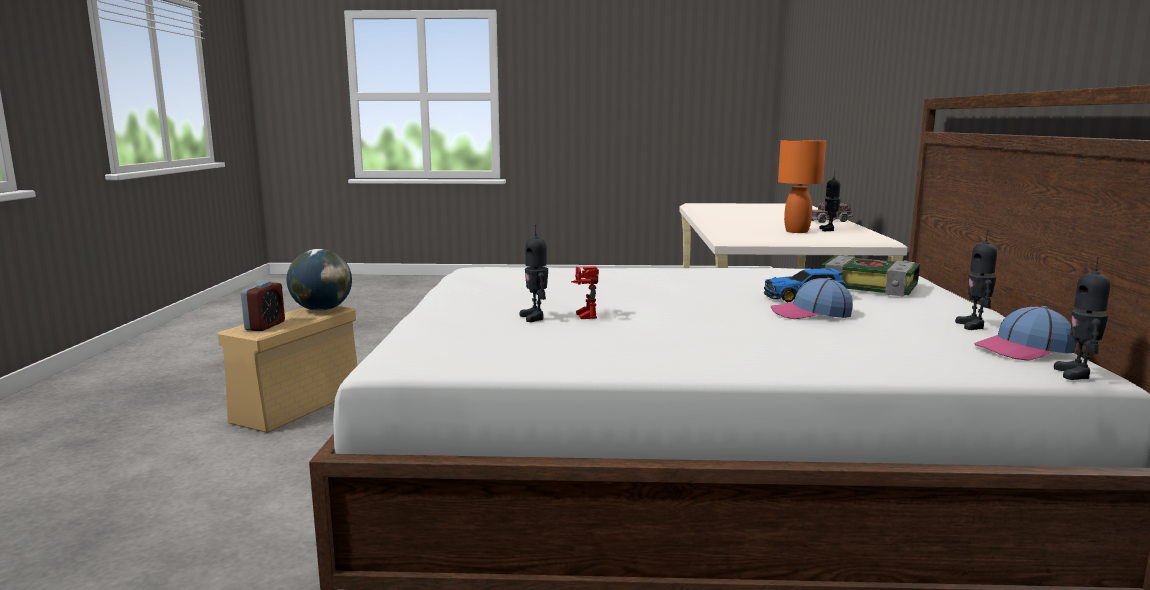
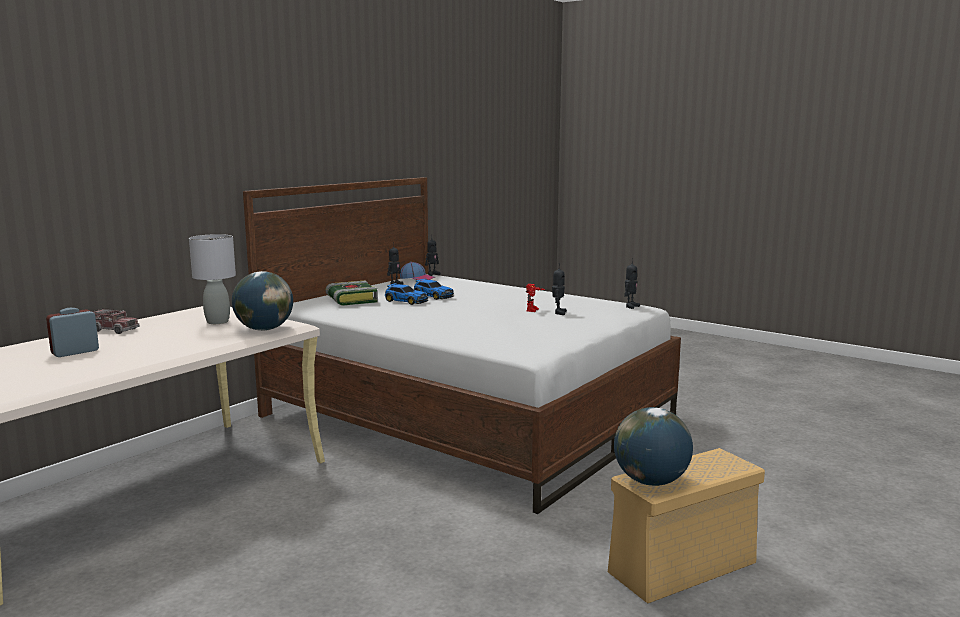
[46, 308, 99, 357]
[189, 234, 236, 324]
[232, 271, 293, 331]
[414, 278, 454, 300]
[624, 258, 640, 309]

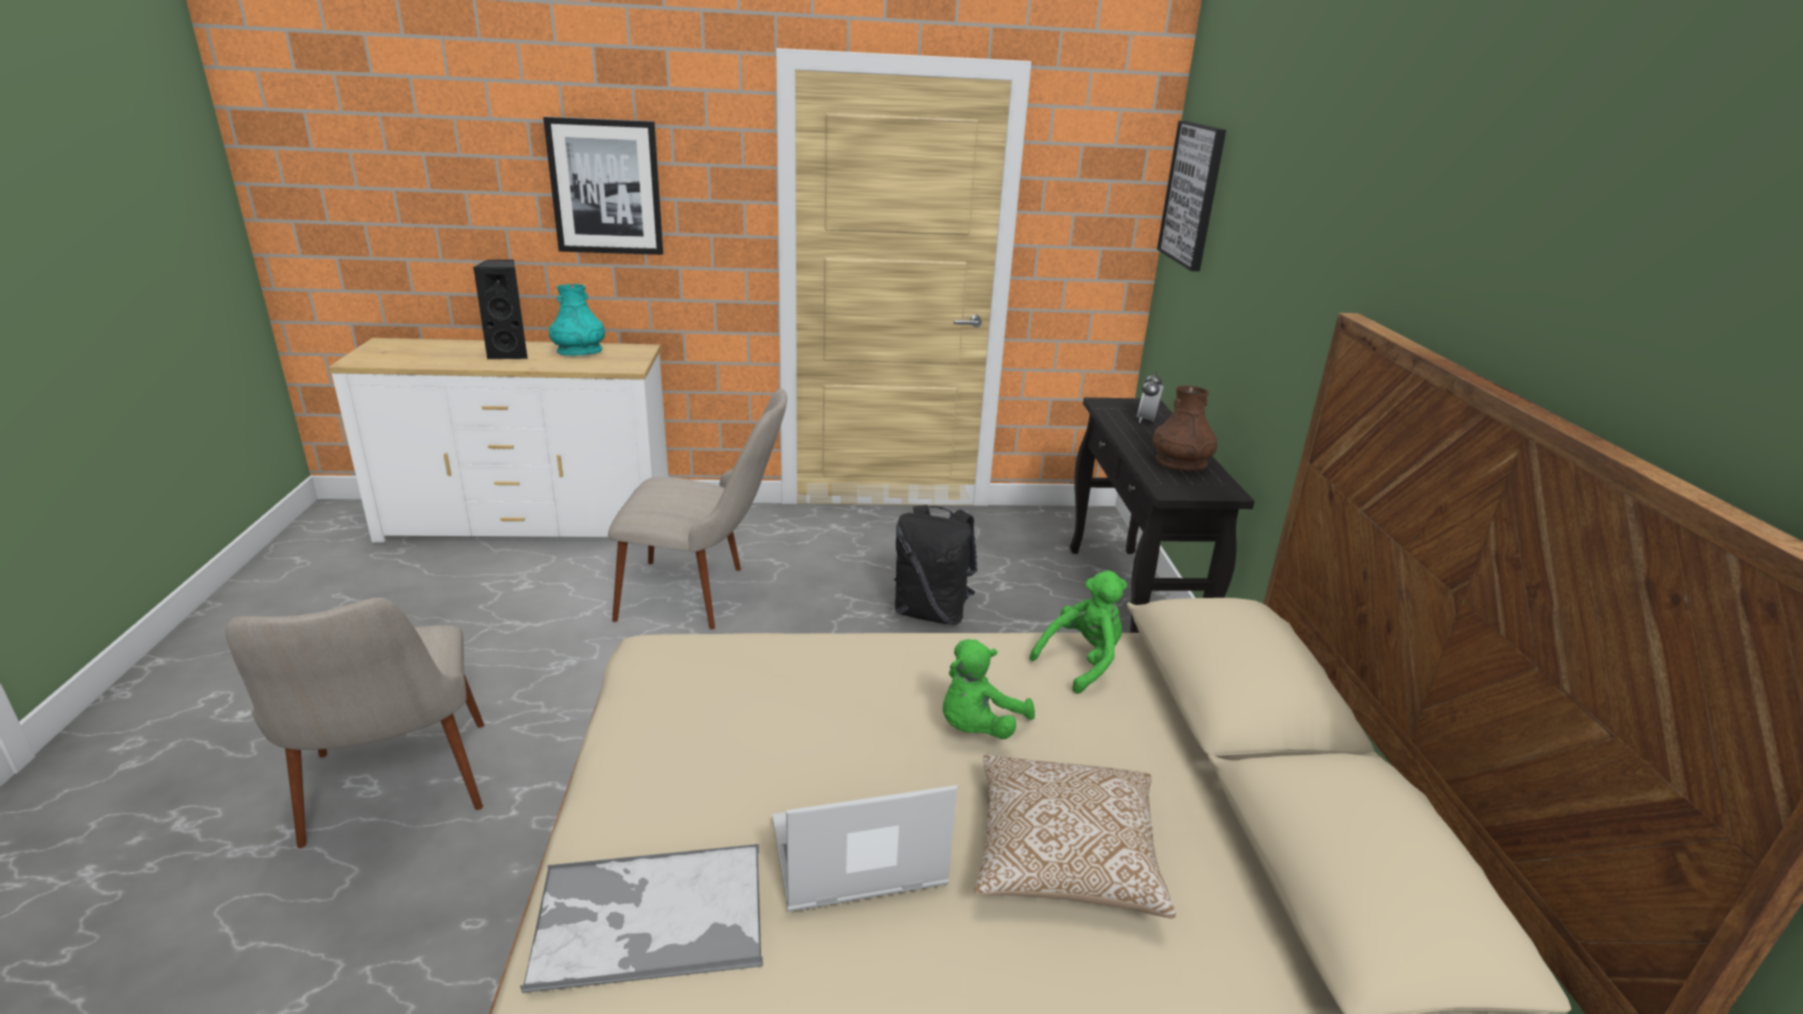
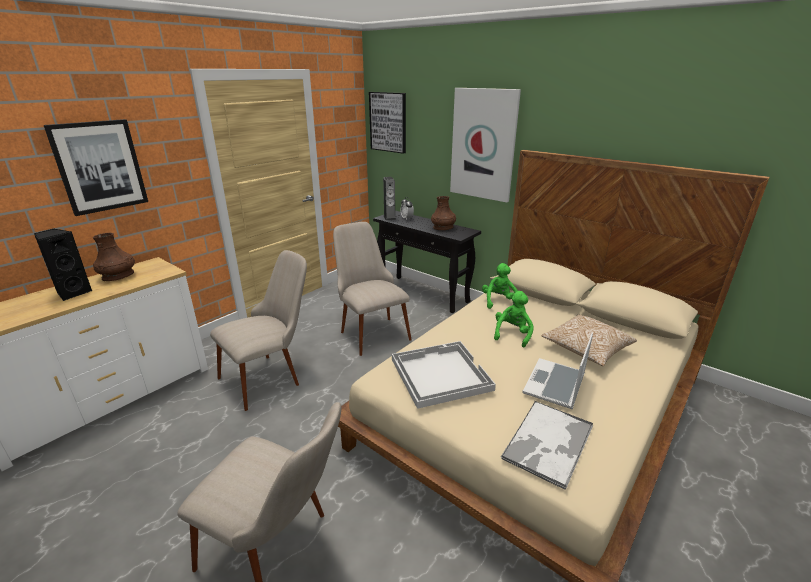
[92, 233, 135, 281]
[333, 222, 412, 356]
[383, 177, 396, 220]
[392, 341, 496, 409]
[450, 88, 521, 202]
[494, 291, 534, 348]

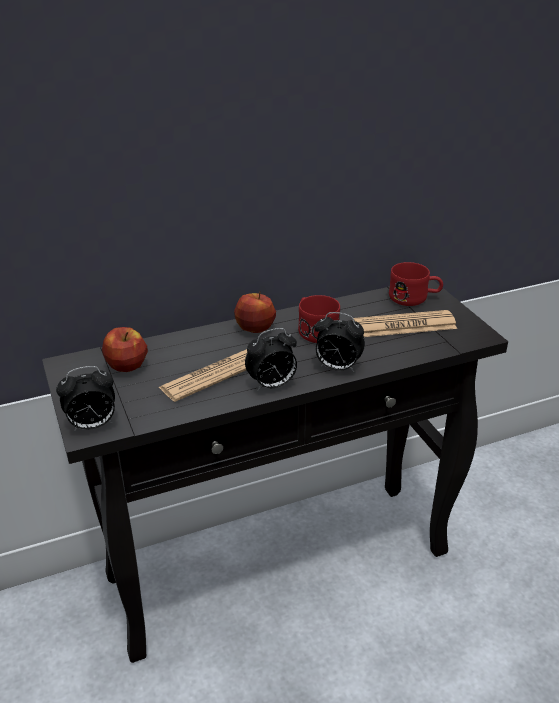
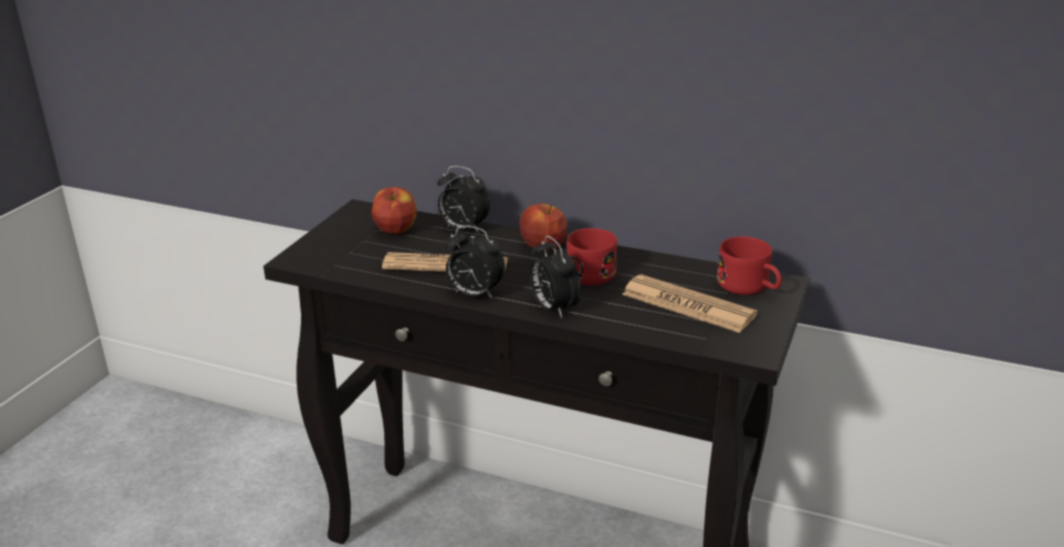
[437, 166, 491, 233]

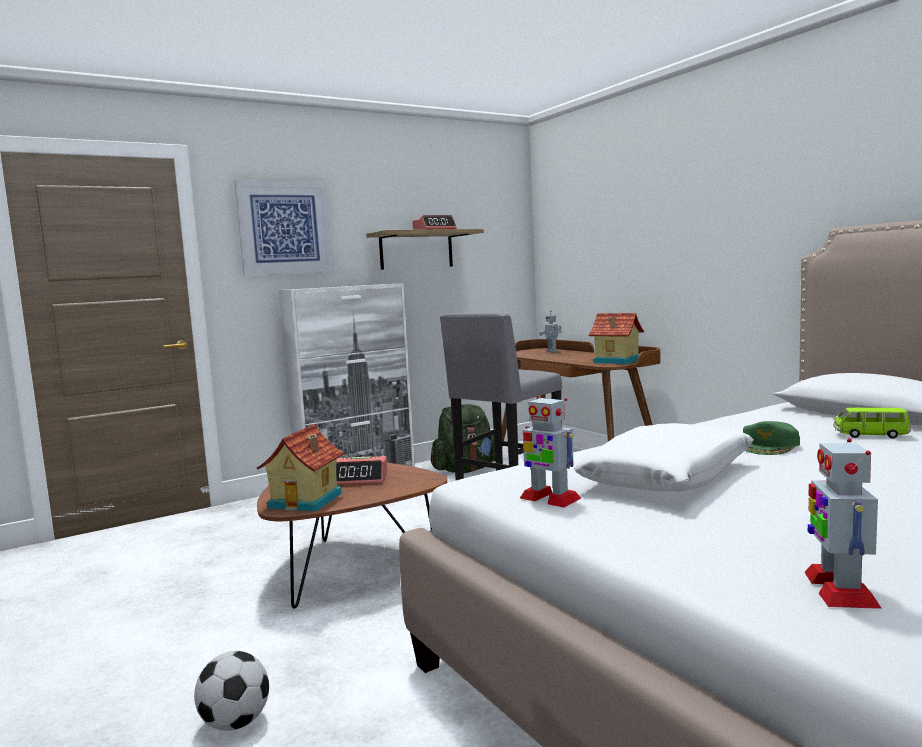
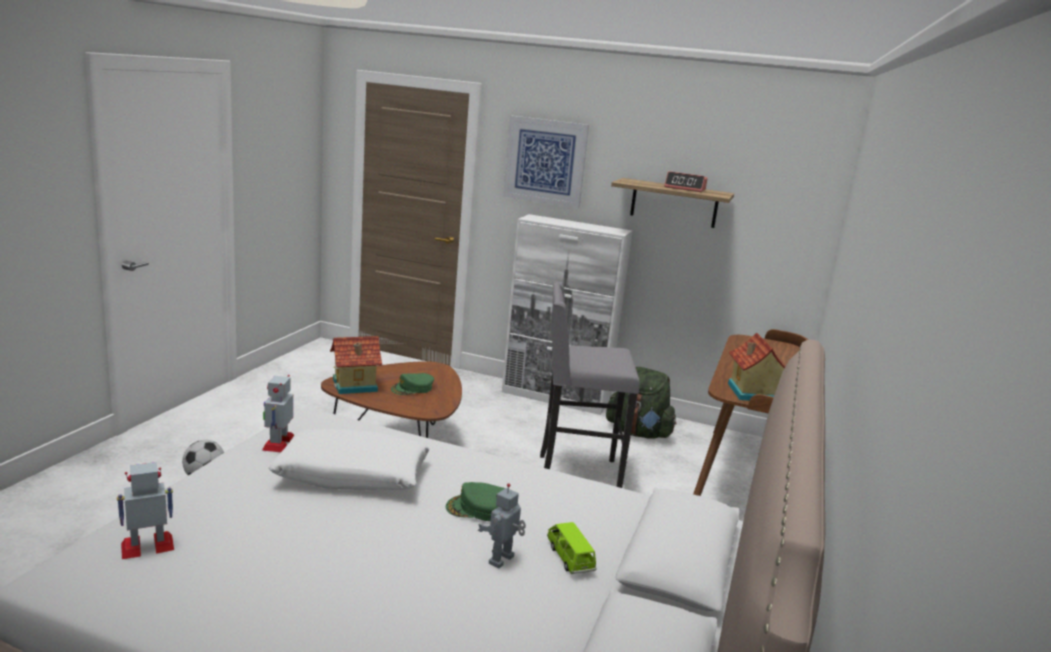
[391, 373, 434, 395]
[478, 483, 526, 568]

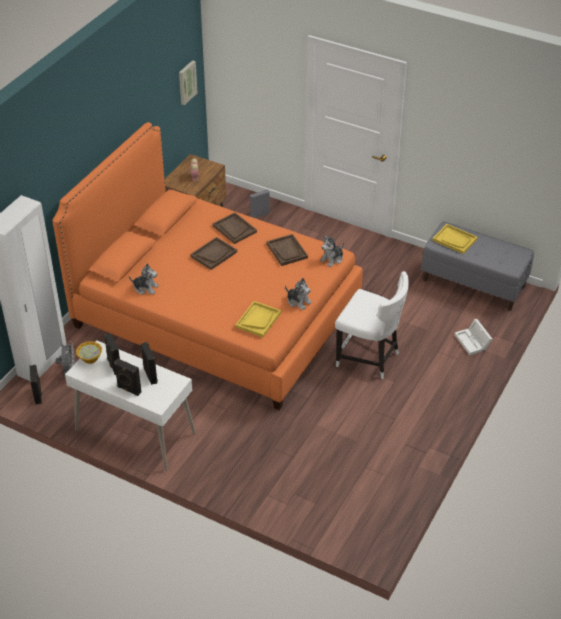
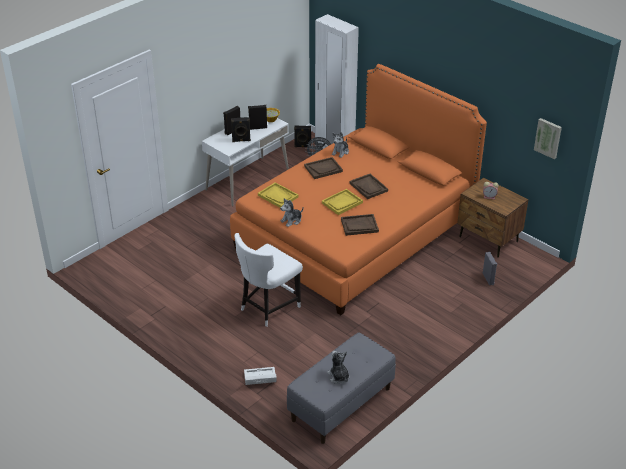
[304, 157, 343, 179]
[322, 189, 363, 215]
[327, 351, 350, 384]

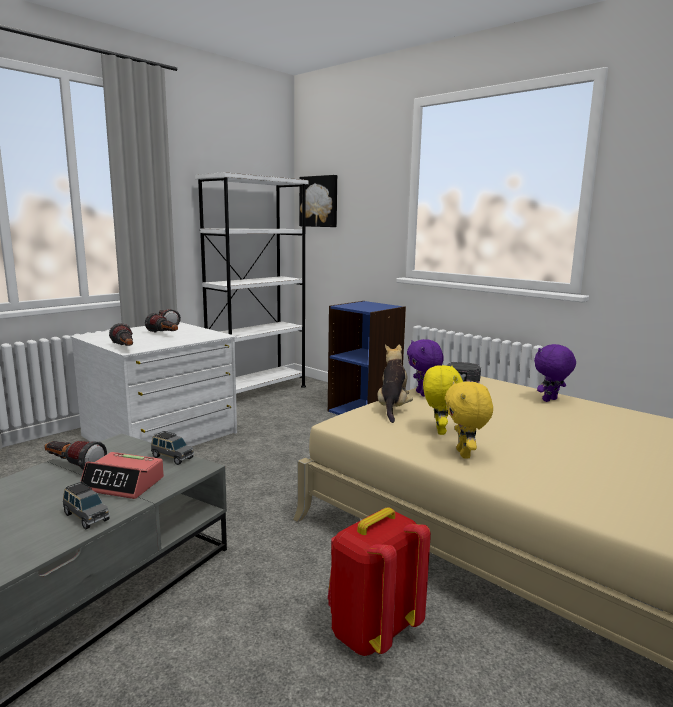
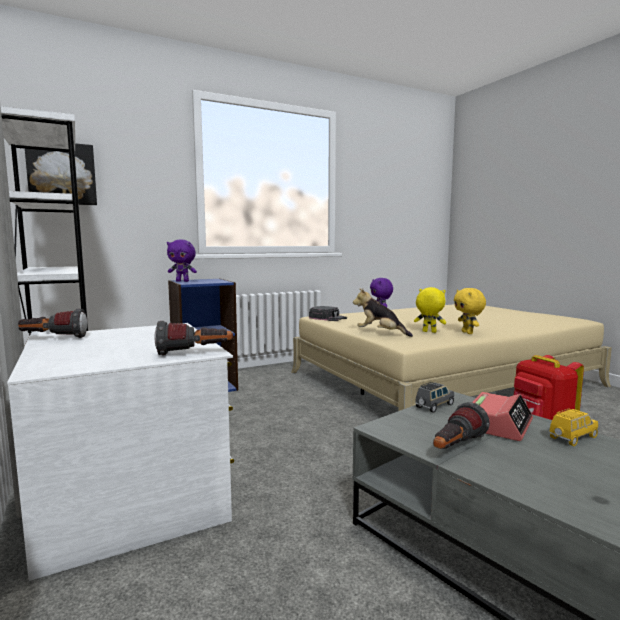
[167, 239, 197, 282]
[454, 288, 486, 334]
[549, 408, 598, 446]
[145, 313, 178, 333] (first image)

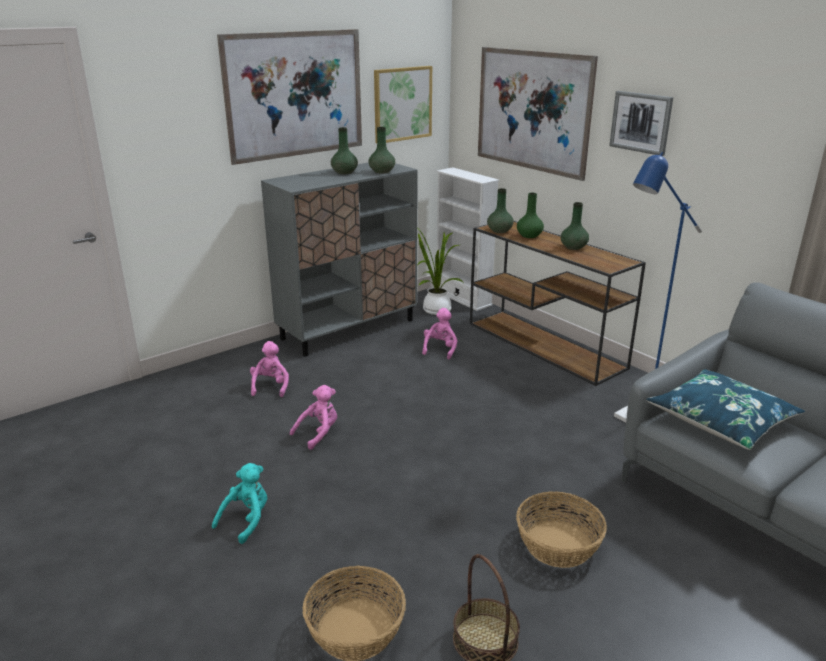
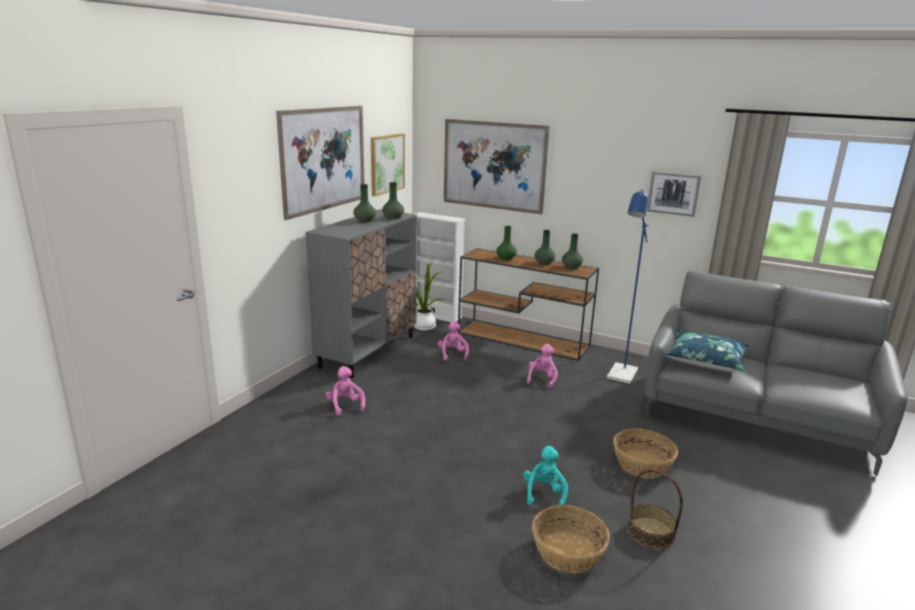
[523, 446, 568, 505]
[527, 344, 558, 389]
[562, 233, 583, 269]
[647, 171, 701, 217]

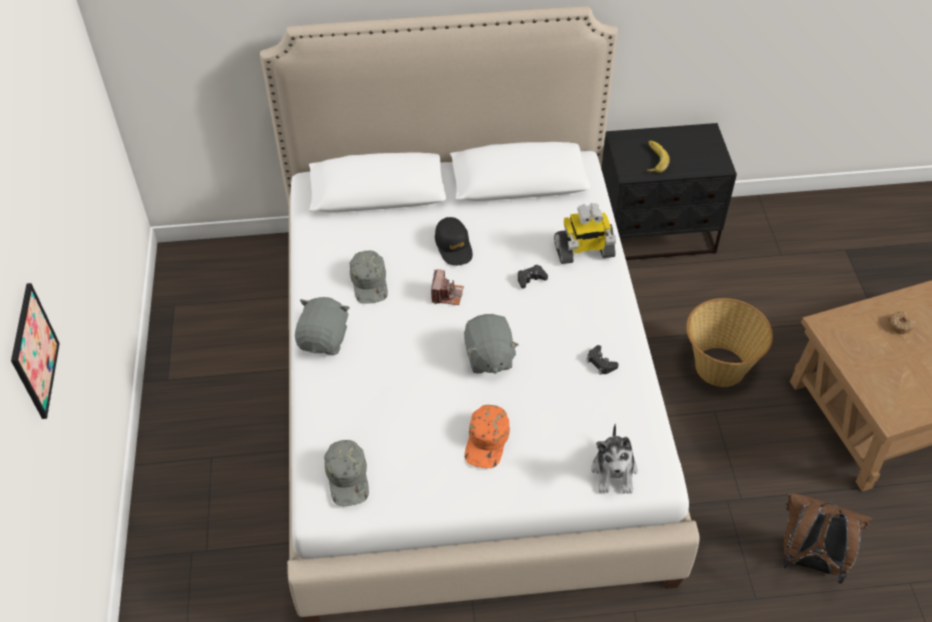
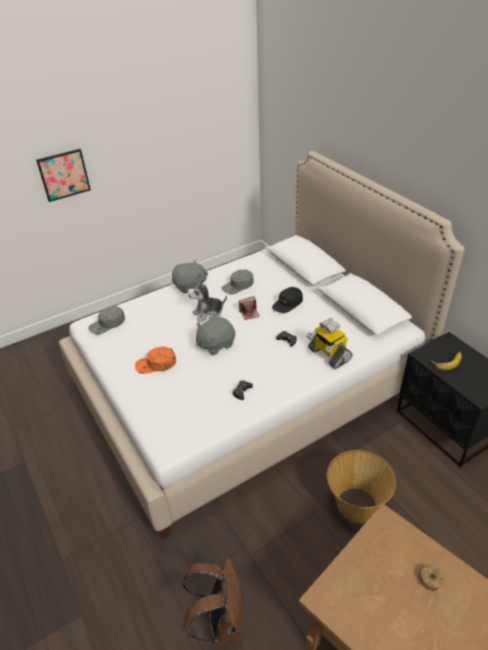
[189, 280, 227, 322]

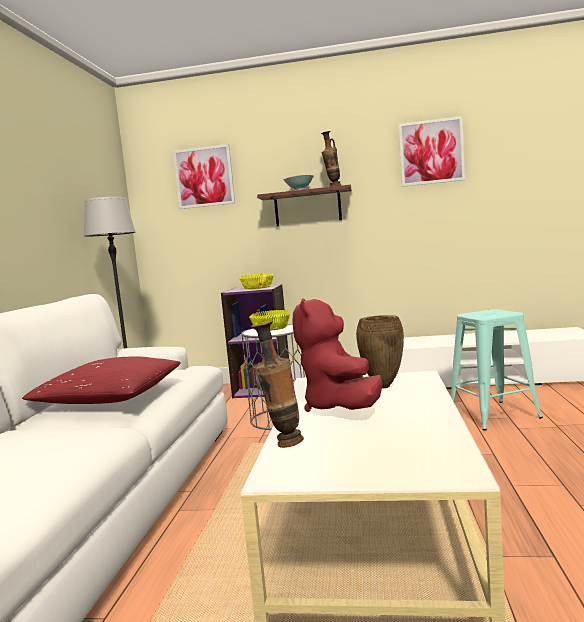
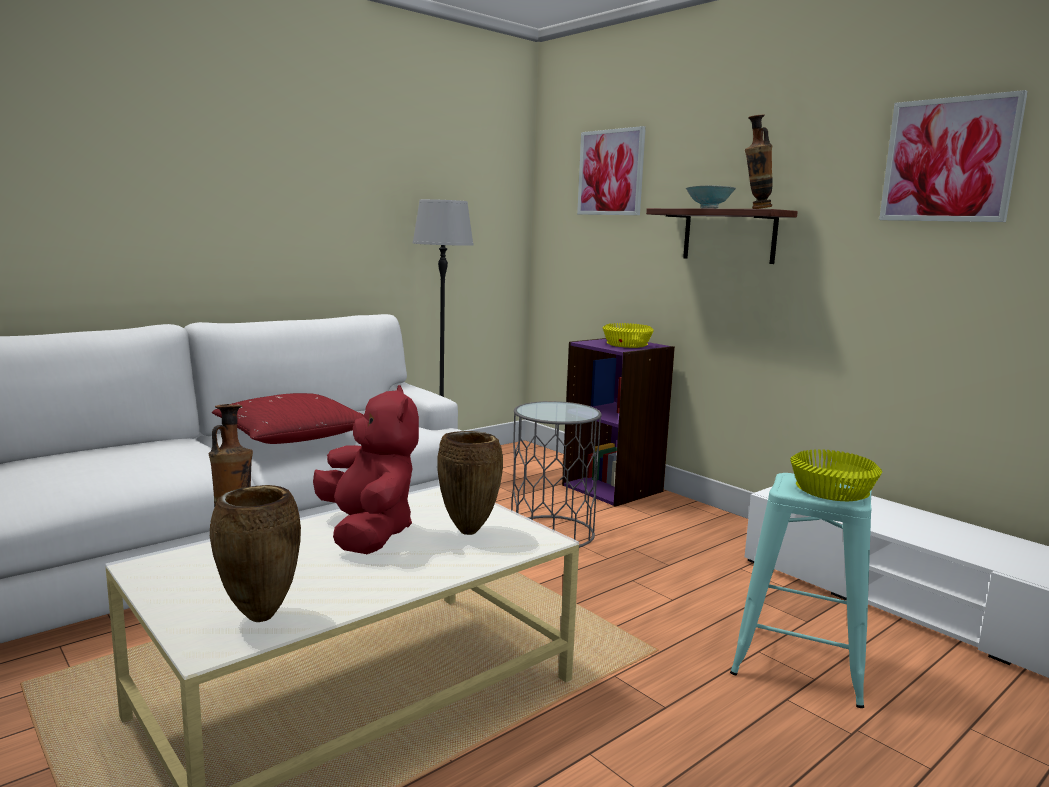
[210, 485, 301, 622]
[313, 385, 419, 554]
[790, 449, 882, 501]

